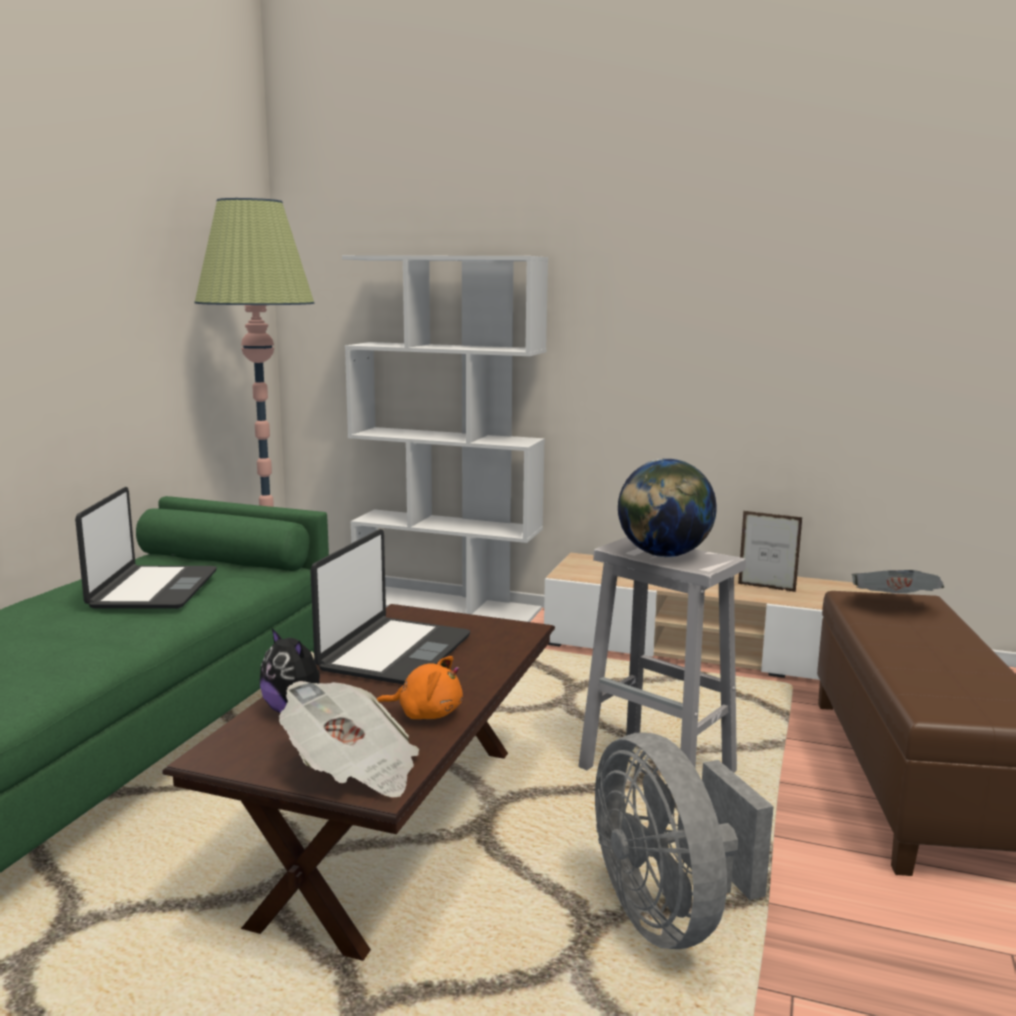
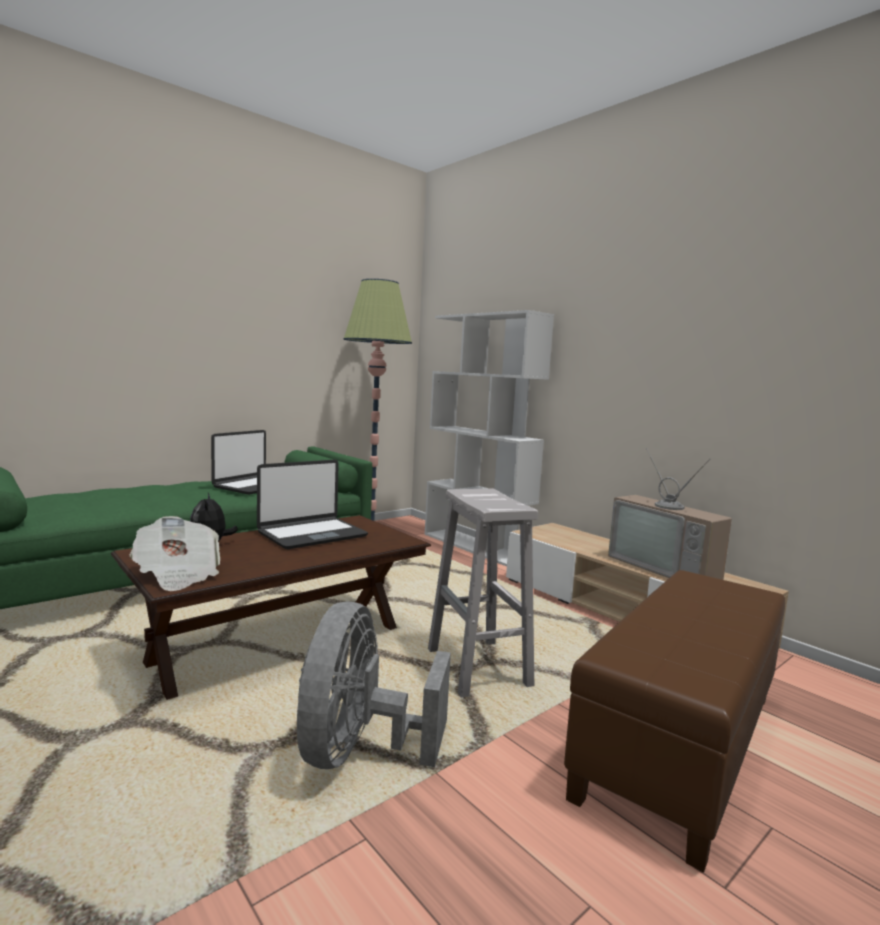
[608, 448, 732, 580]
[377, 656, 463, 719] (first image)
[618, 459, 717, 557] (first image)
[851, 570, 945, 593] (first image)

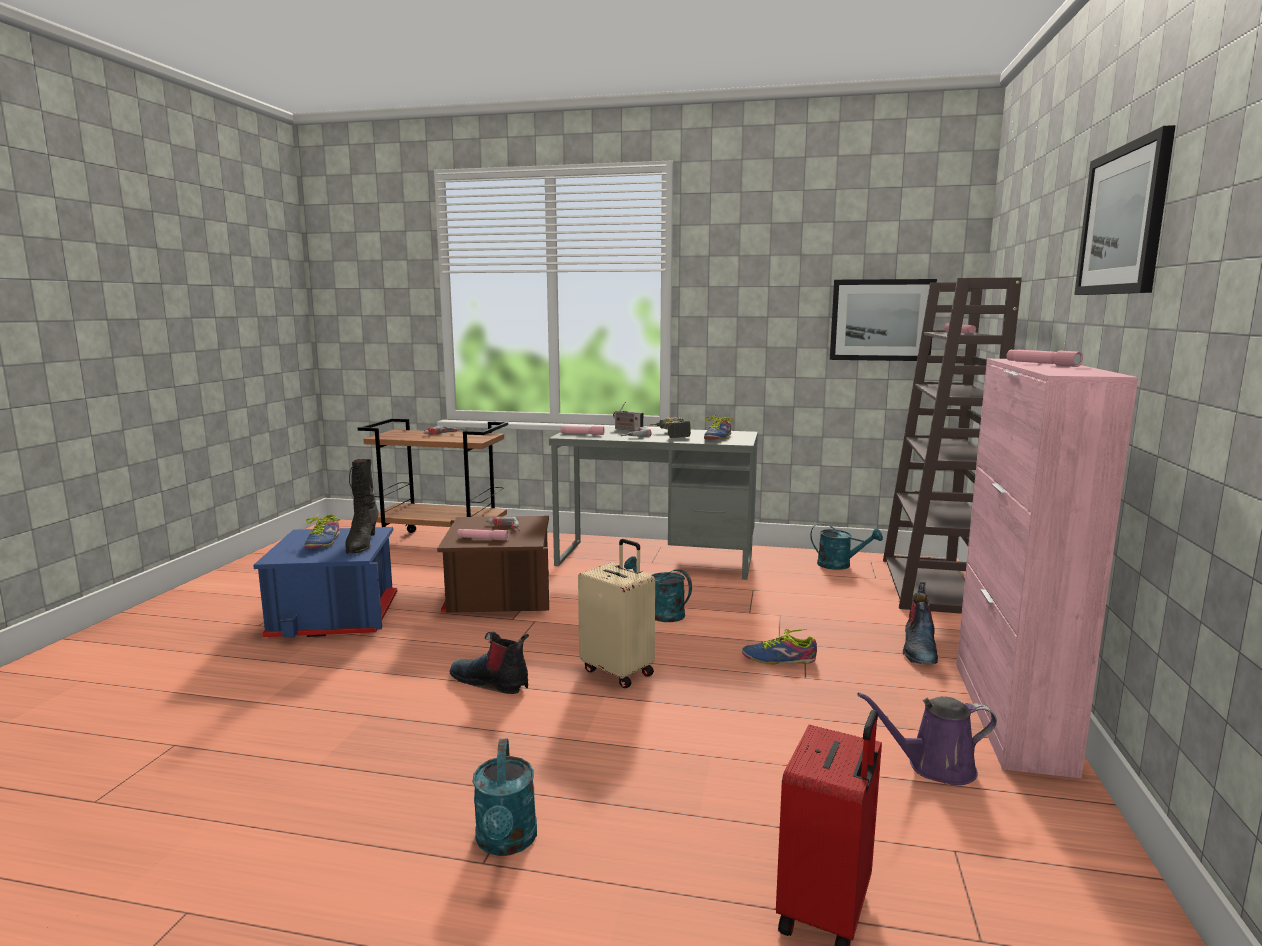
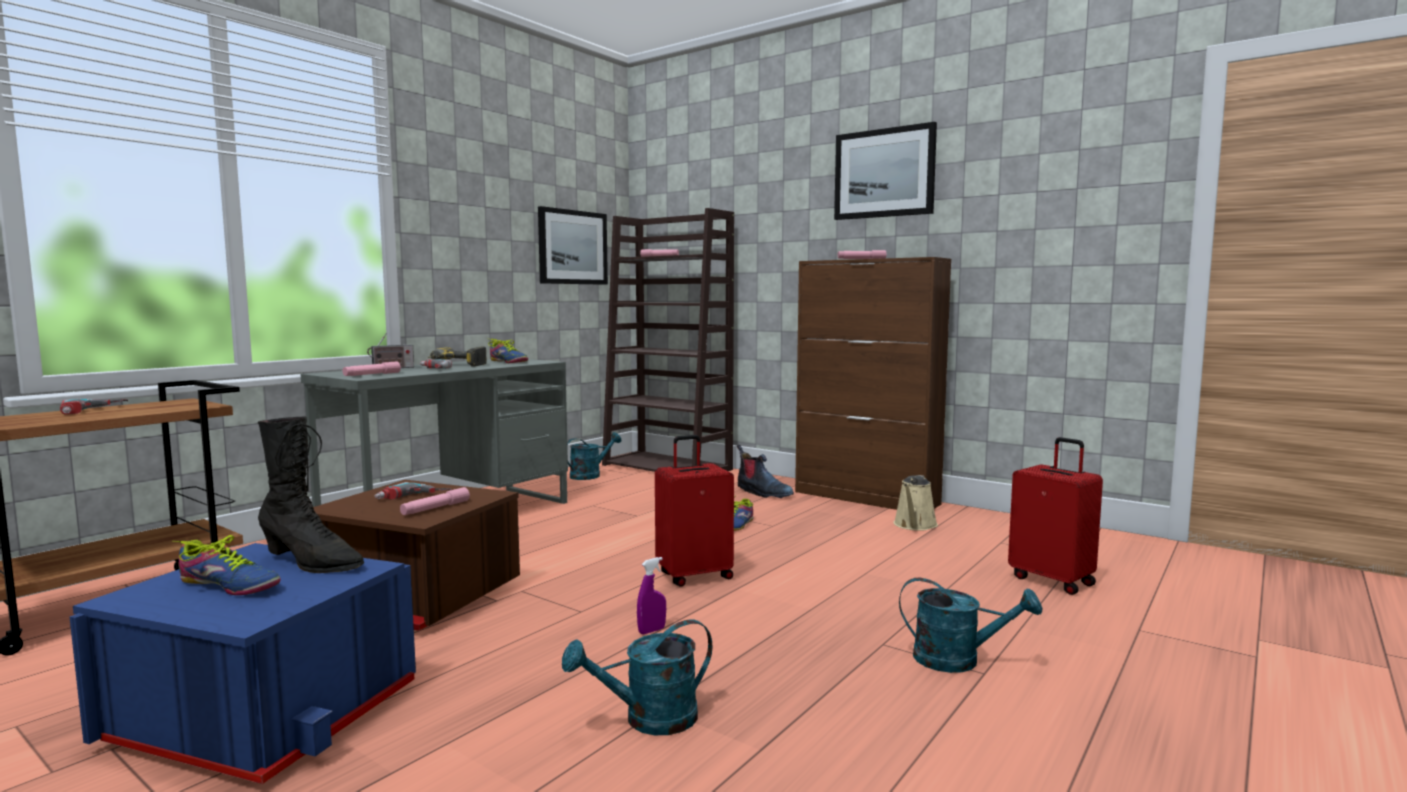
[562, 619, 712, 735]
[637, 557, 666, 634]
[655, 435, 734, 587]
[795, 257, 951, 510]
[893, 475, 938, 531]

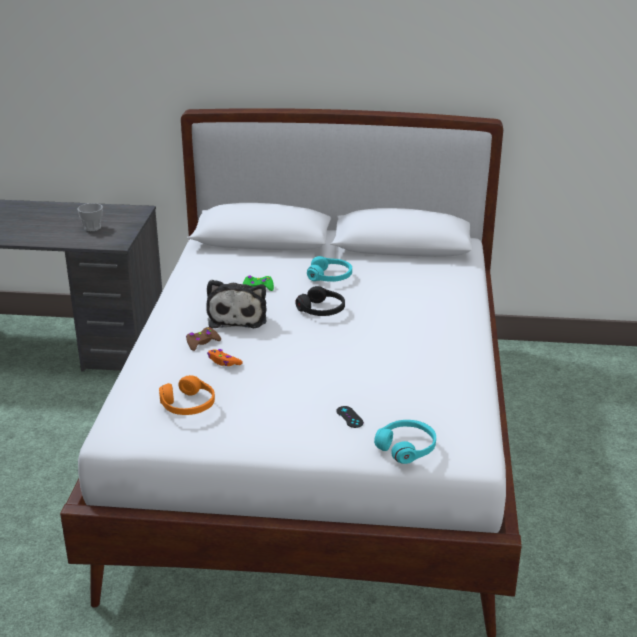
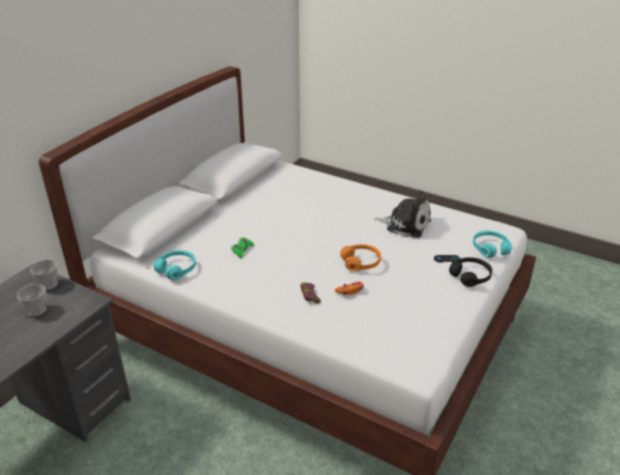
[30, 259, 58, 290]
[154, 250, 196, 280]
[340, 244, 381, 271]
[374, 191, 431, 238]
[449, 257, 492, 287]

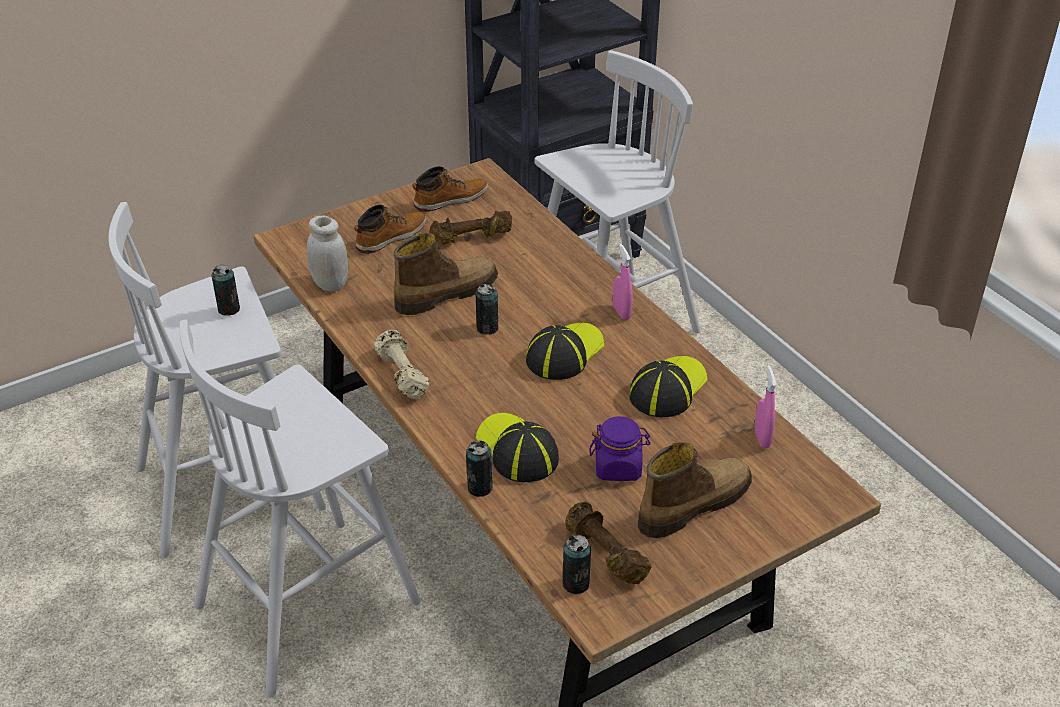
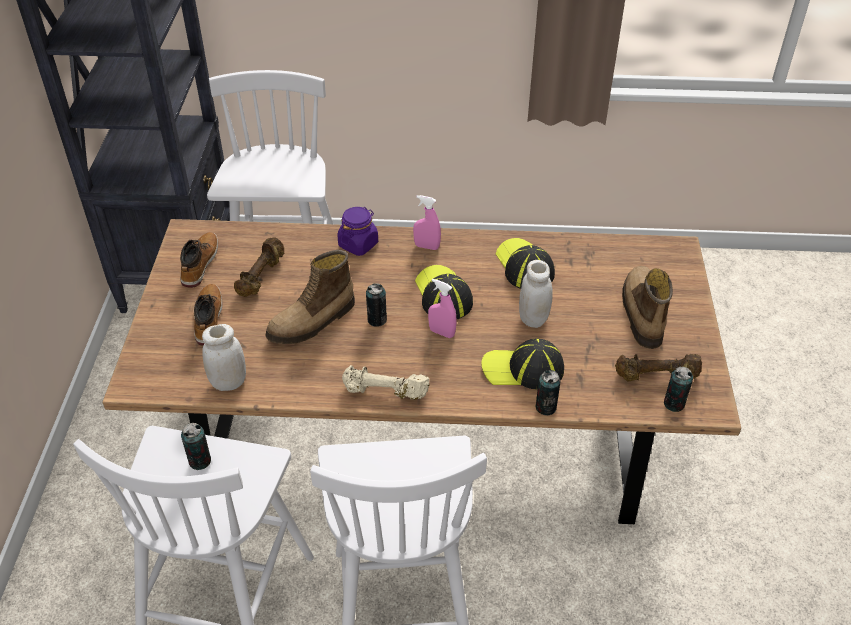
[265, 250, 355, 344]
[338, 207, 378, 256]
[428, 279, 457, 338]
[519, 260, 553, 328]

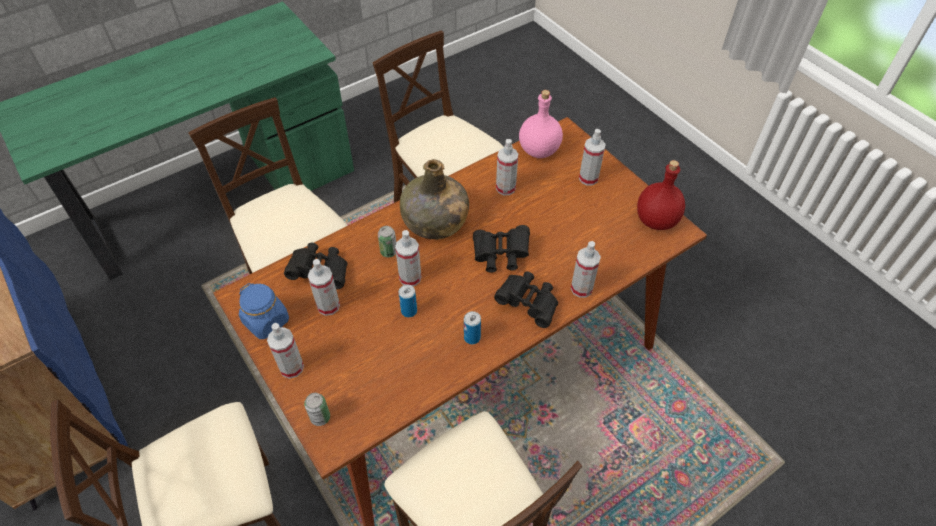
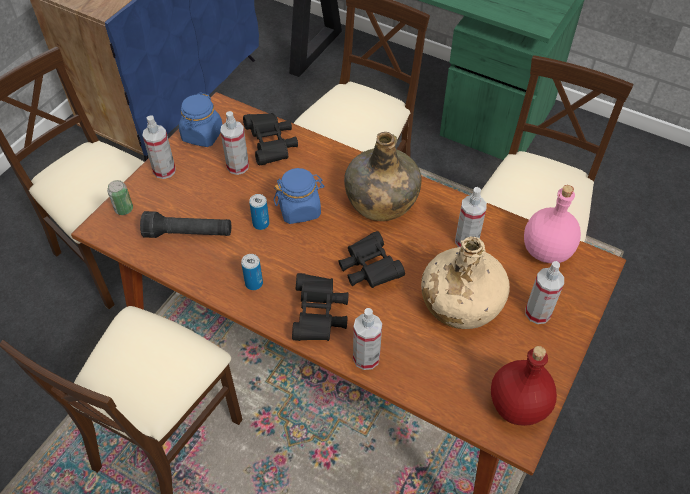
[140, 211, 231, 238]
[274, 168, 324, 224]
[421, 236, 510, 329]
[378, 226, 396, 257] (first image)

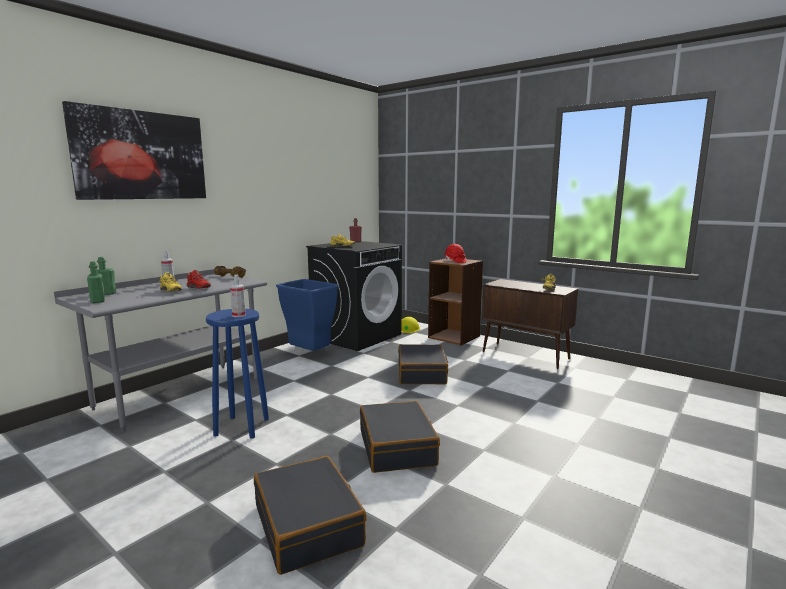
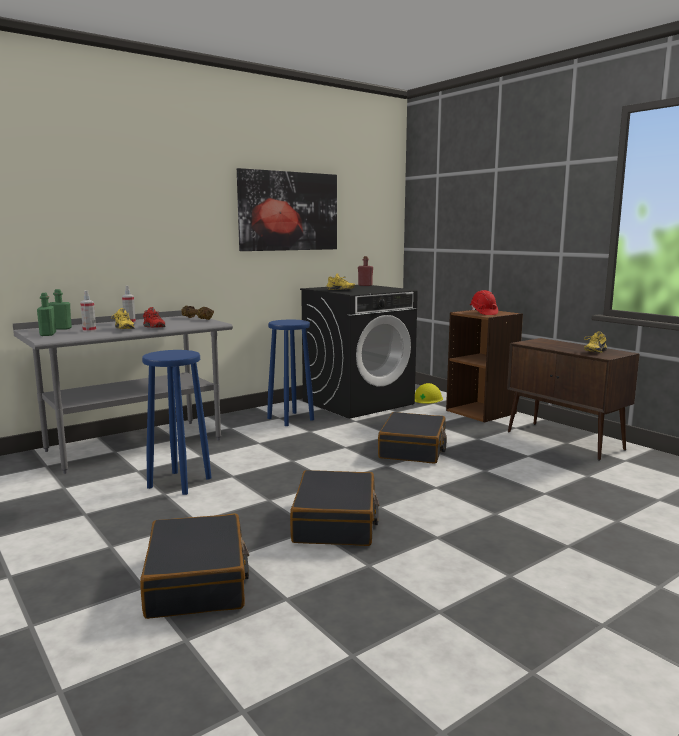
[80, 290, 96, 332]
[237, 168, 337, 251]
[267, 320, 314, 426]

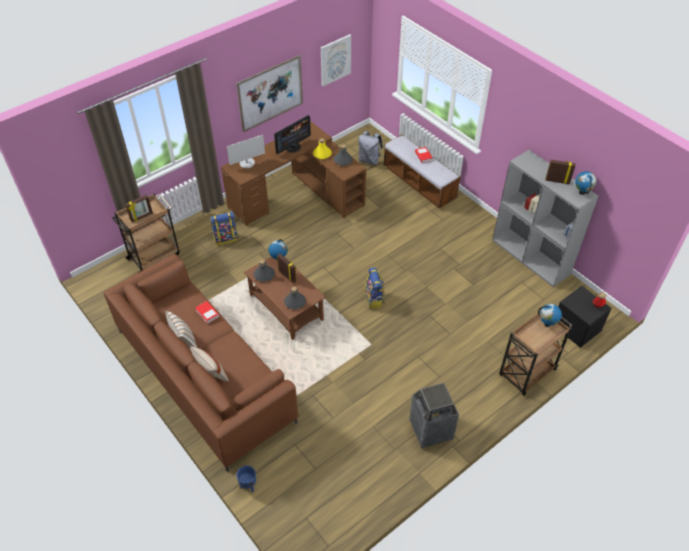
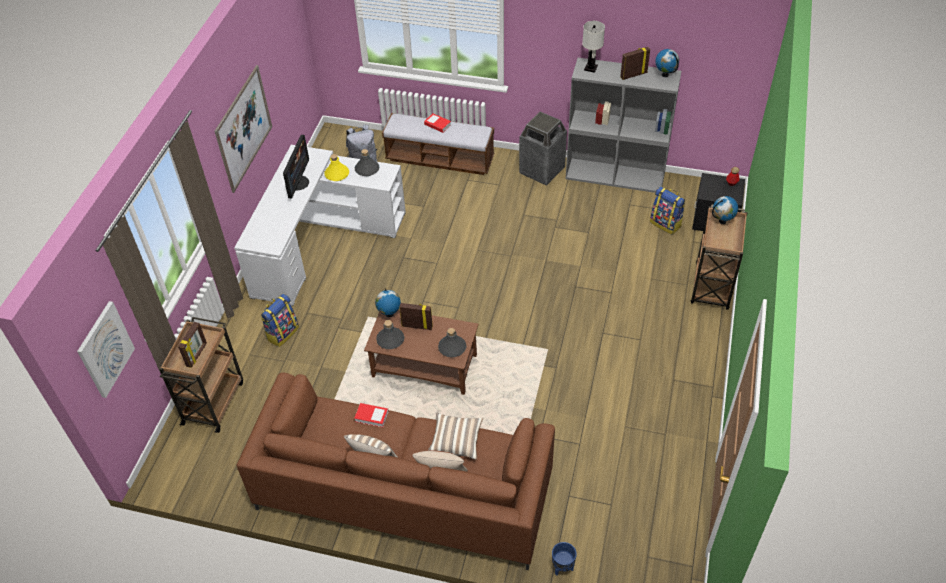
[77, 301, 135, 398]
[234, 145, 406, 306]
[428, 413, 483, 460]
[519, 112, 567, 186]
[582, 21, 605, 73]
[650, 186, 685, 235]
[227, 135, 265, 168] (first image)

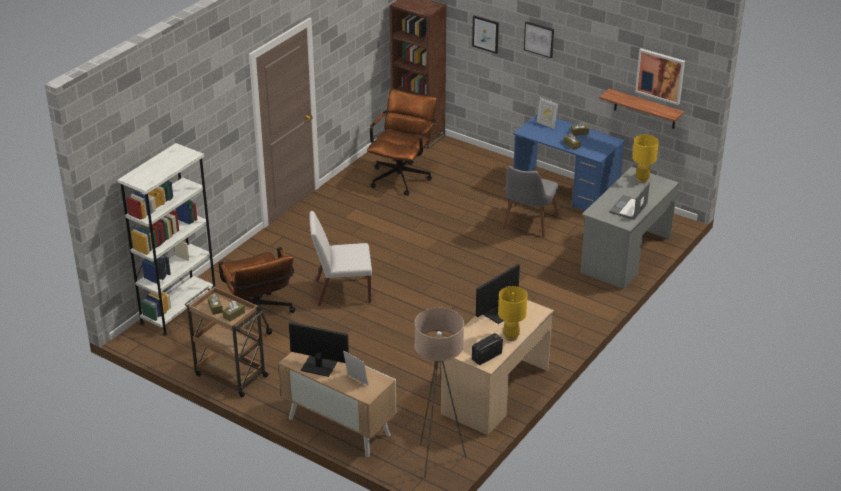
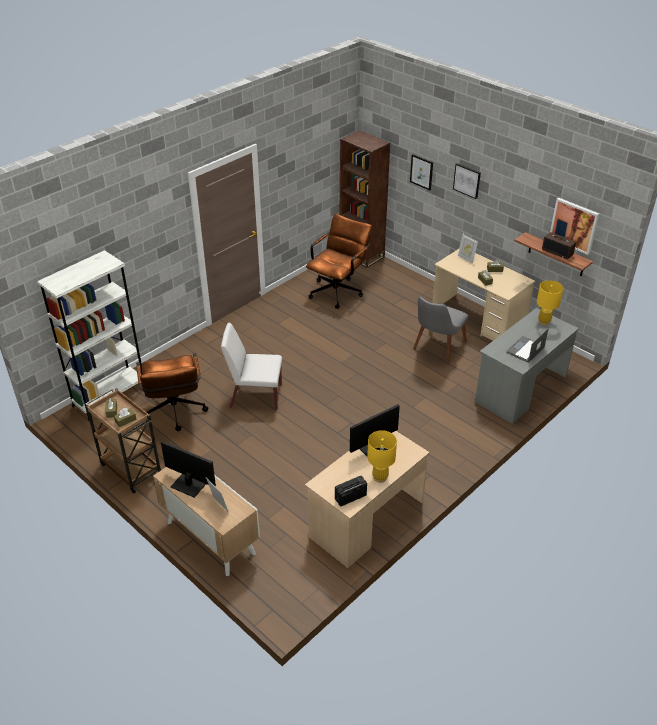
[433, 249, 535, 341]
[542, 232, 576, 259]
[414, 308, 467, 478] (first image)

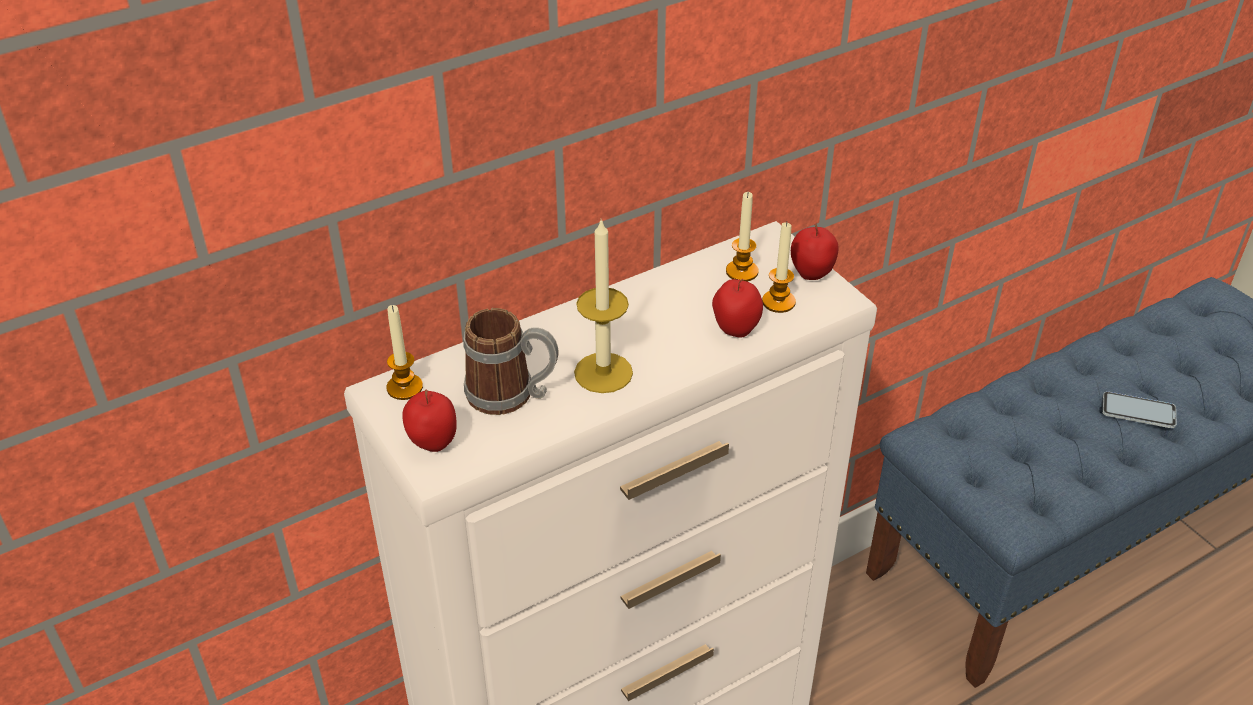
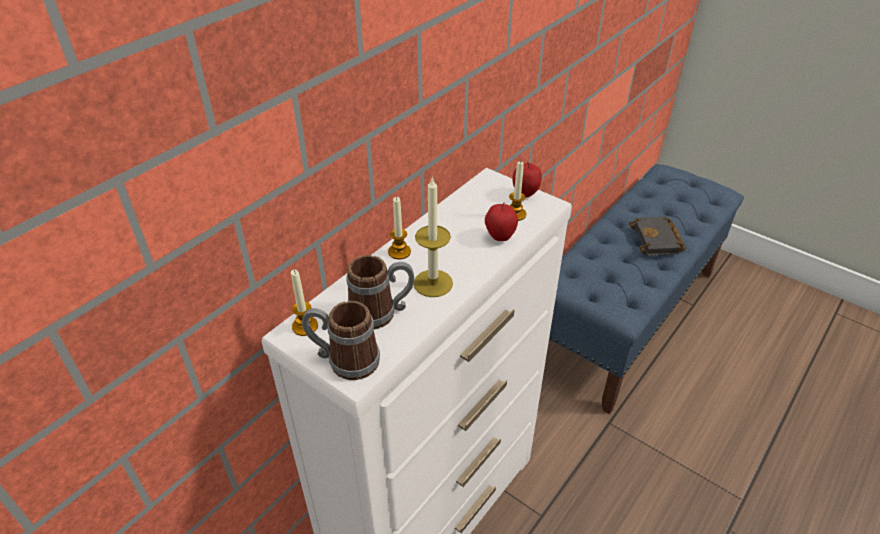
[302, 301, 380, 380]
[388, 197, 411, 259]
[629, 217, 686, 255]

